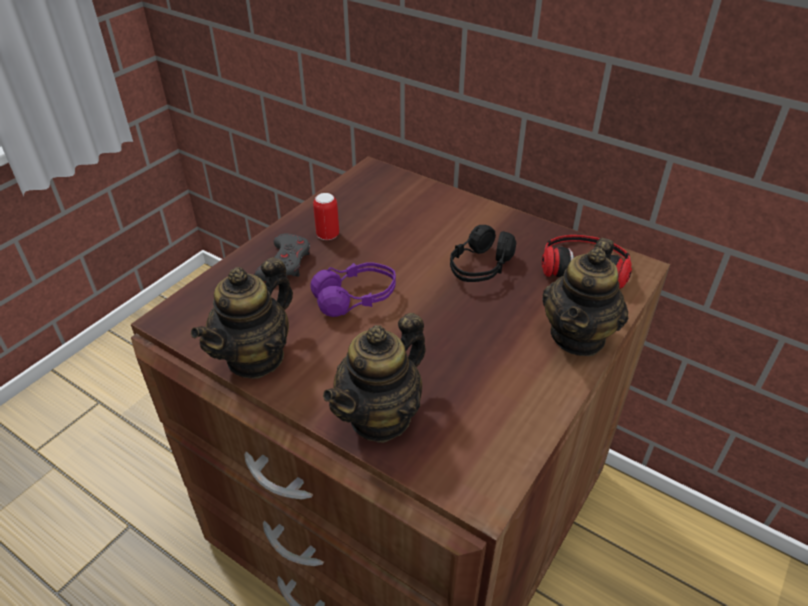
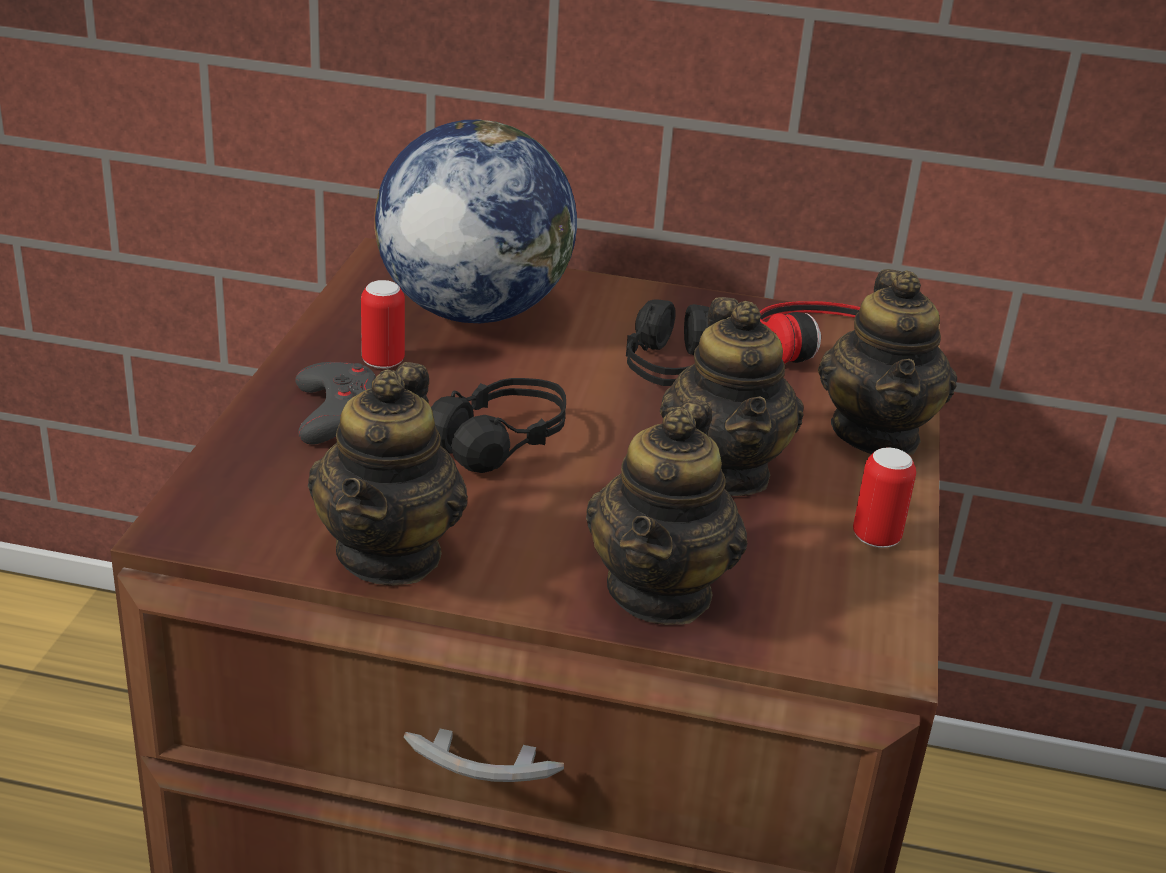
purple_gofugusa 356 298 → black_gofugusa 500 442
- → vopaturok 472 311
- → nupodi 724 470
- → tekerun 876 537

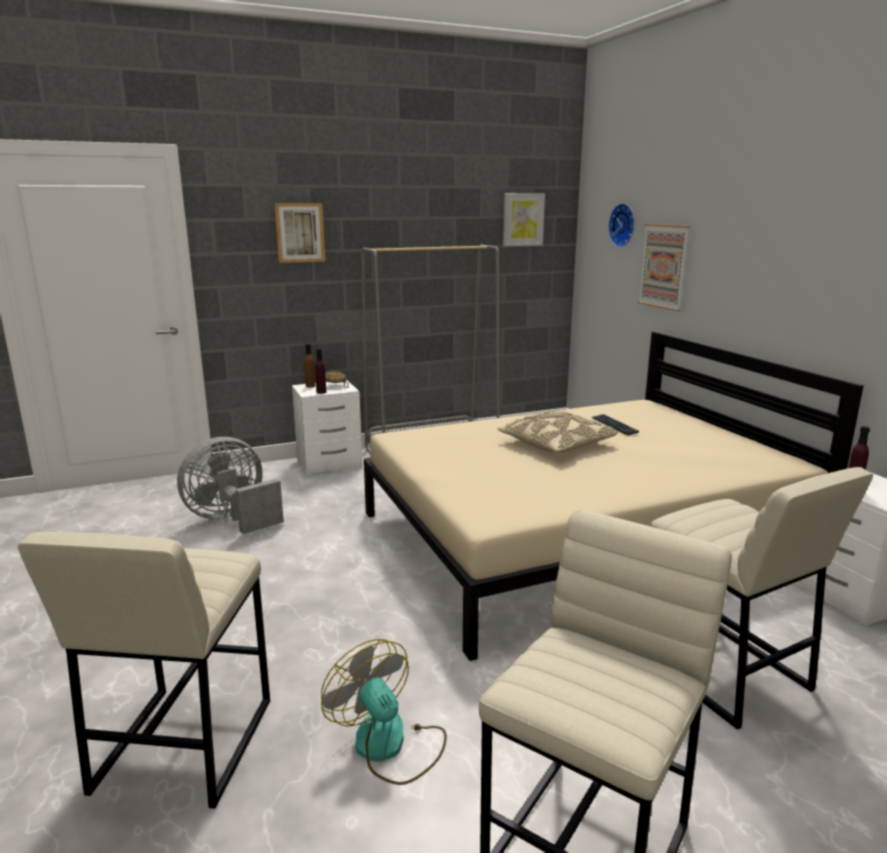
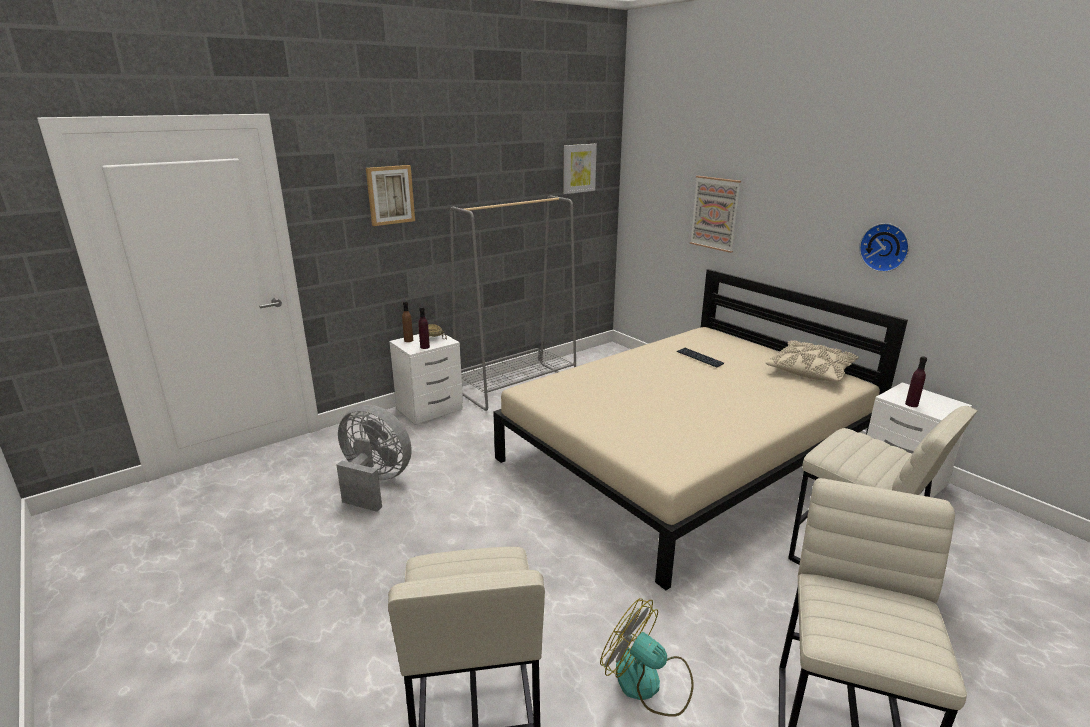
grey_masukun 232 519 → grey_masukun 374 483, 75 degrees clockwise
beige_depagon 556 444 → beige_depagon 810 371, moved
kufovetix 624 225 → kufovetix 885 247, moved

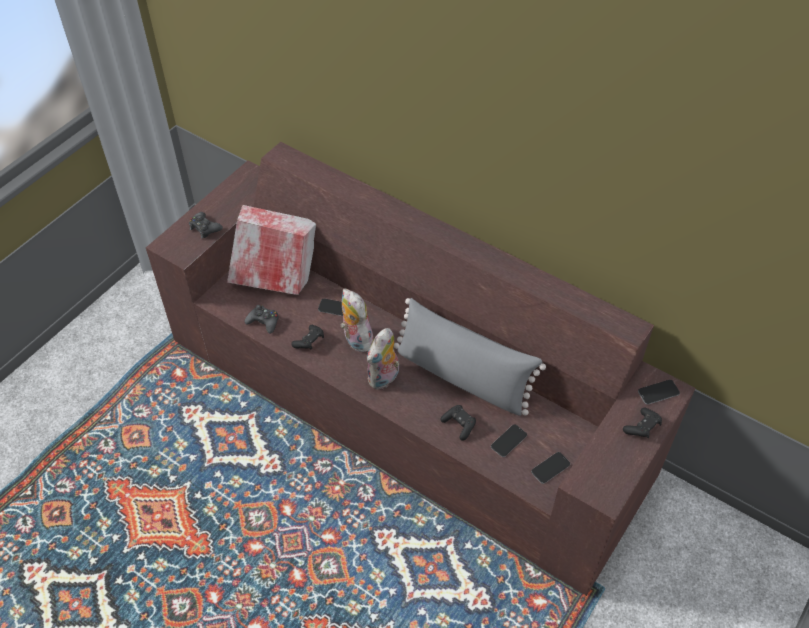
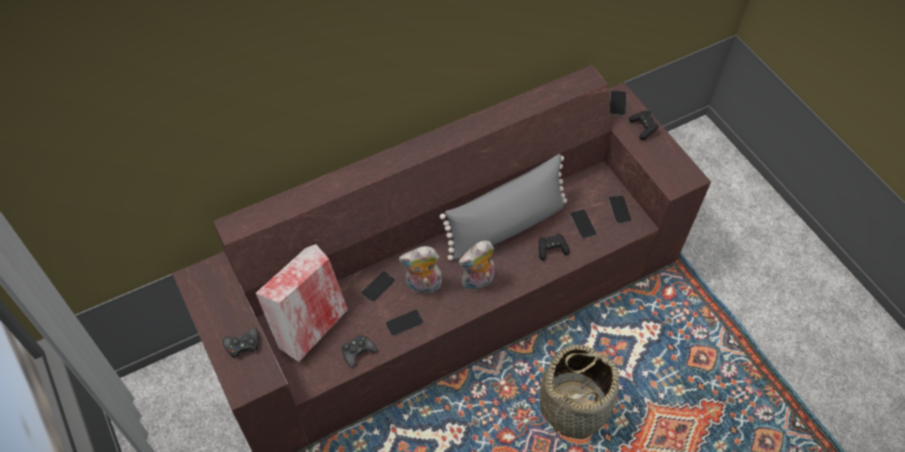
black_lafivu 309 342 → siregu 404 323
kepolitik 384 378 → kepolitik 477 282, 90 degrees clockwise
- → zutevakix 574 405

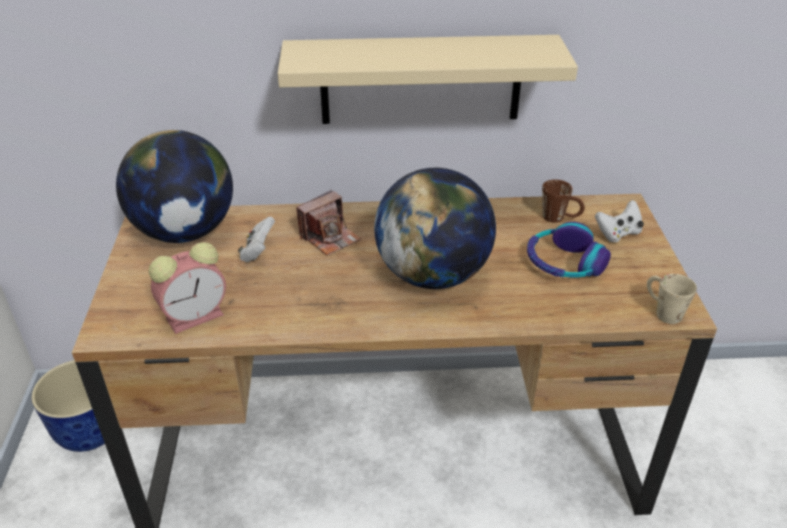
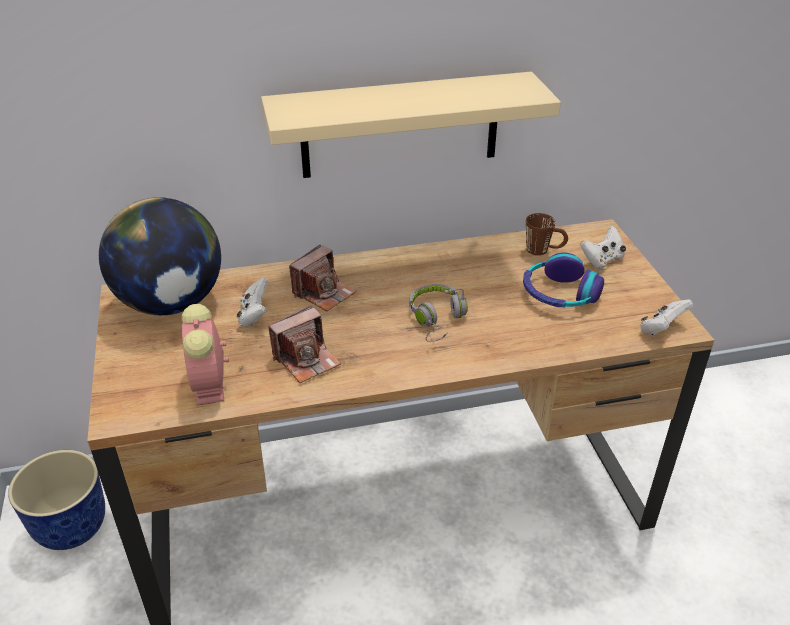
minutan 197 315 → minutan 210 386, 120 degrees clockwise
vopaturok 433 275 → grey_gofugusa 437 319
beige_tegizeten 662 311 → white_lafivu 661 329
- → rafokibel 306 360

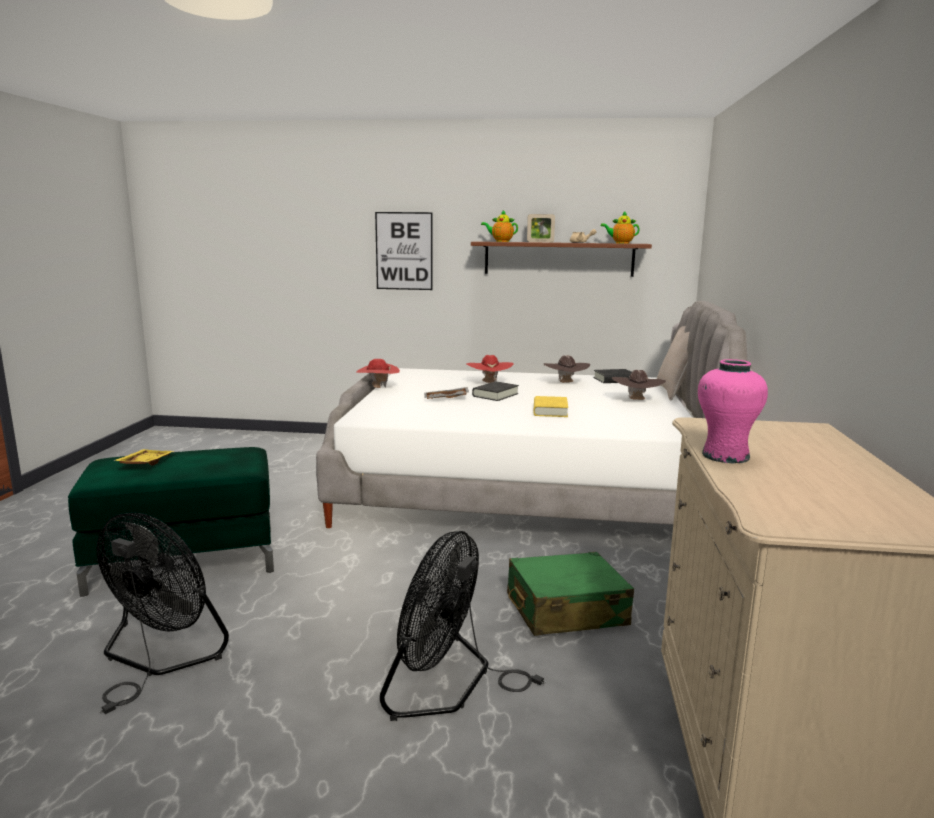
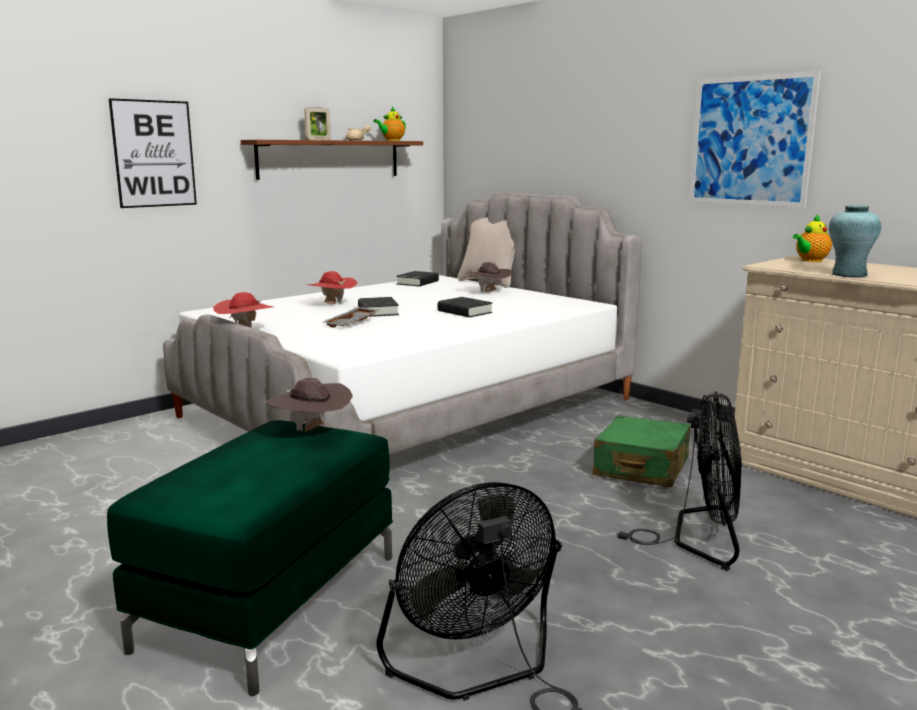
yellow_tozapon 144 463 → -
black_masukun 456 680 → black_masukun 697 535, 135 degrees counterclockwise
nupodi 500 241 → nupodi 810 260, moved
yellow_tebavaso 550 411 → black_tebavaso 465 312
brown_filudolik 565 383 → brown_filudolik 311 431, moved
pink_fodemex 725 456 → turquoise_fodemex 849 275
- → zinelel 750 141

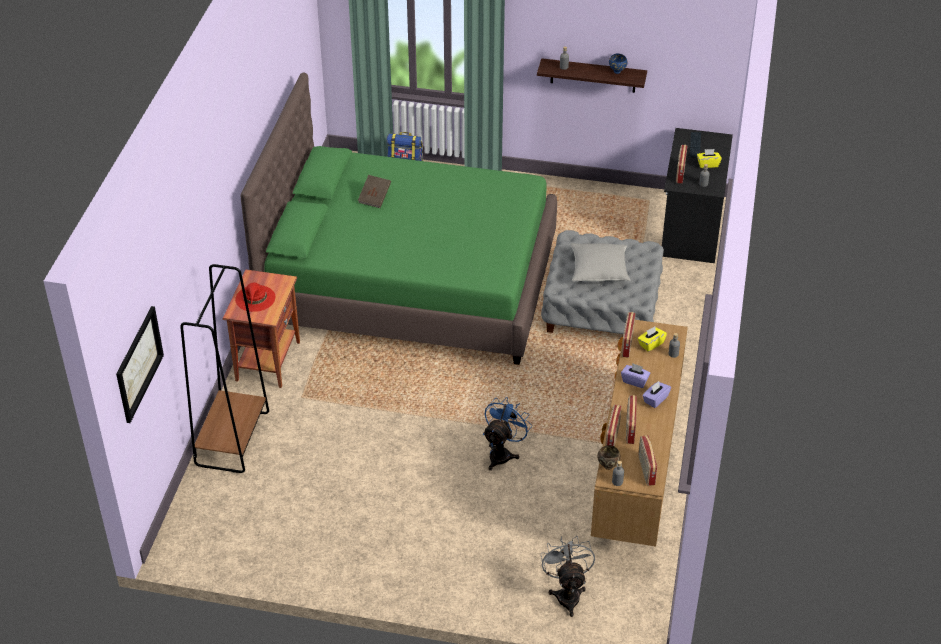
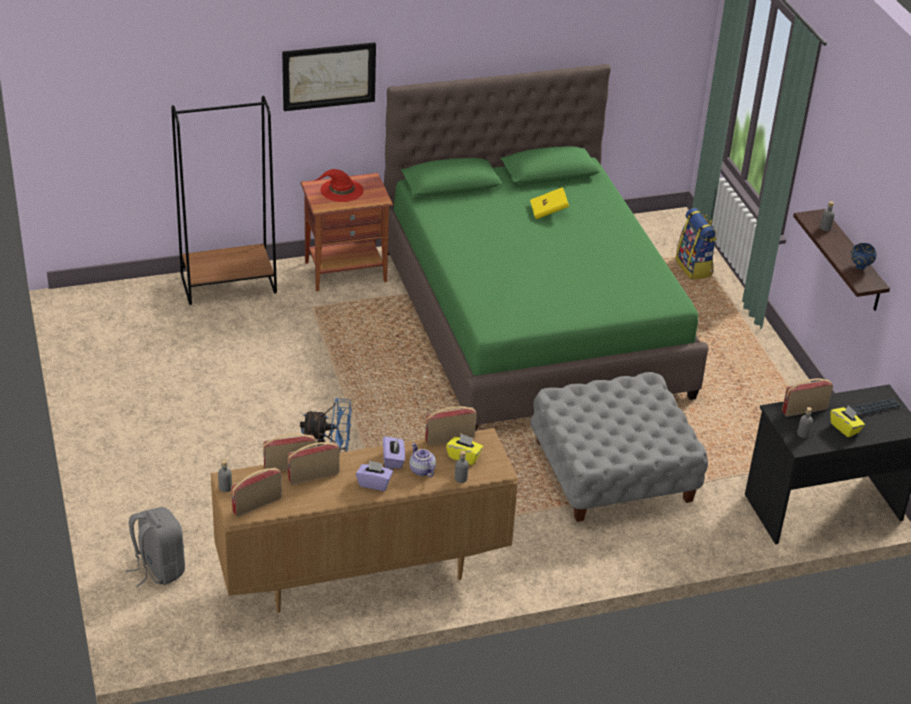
zinelel 138 364 → zinelel 328 76, moved
brown_tebavaso 375 198 → yellow_tebavaso 548 211
grey_masukun 567 593 → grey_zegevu 158 569
grey_depagon 599 270 → -
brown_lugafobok 607 466 → -
- → nupodi 421 470

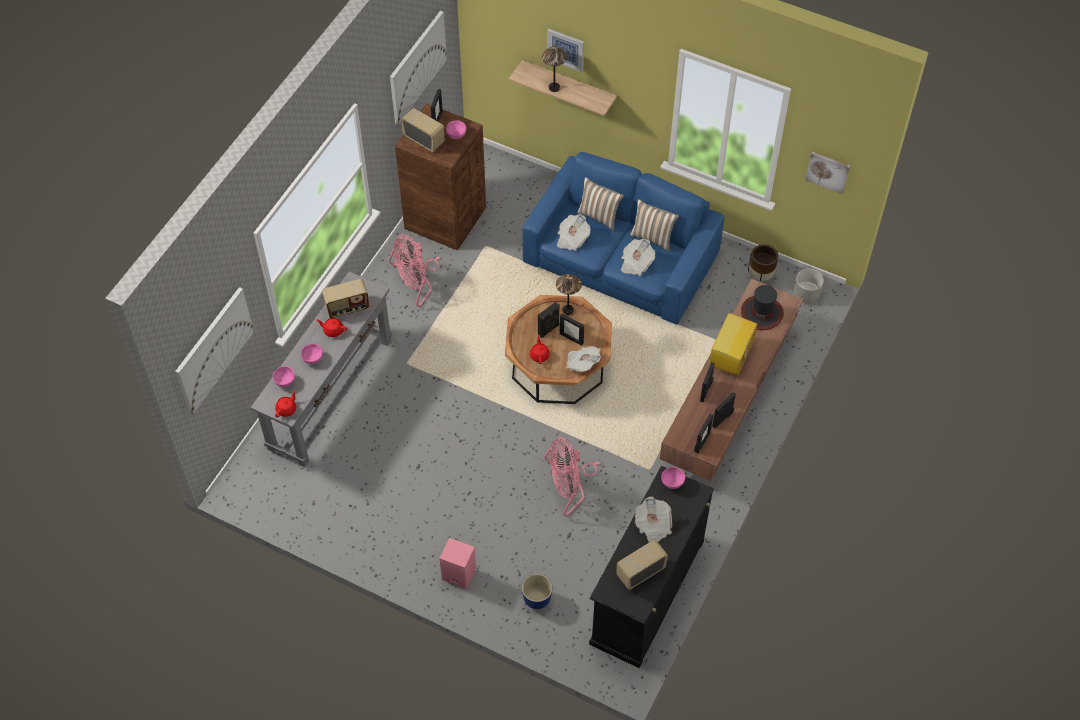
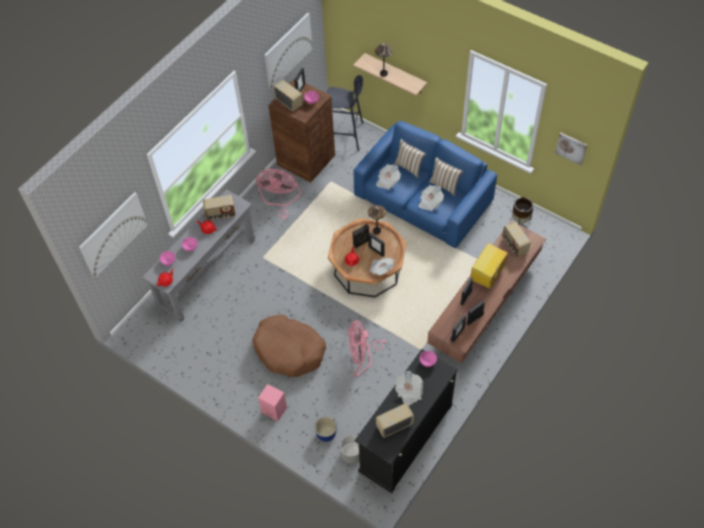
pink_masukun 416 280 → pink_masukun 279 200, 120 degrees clockwise
zinelel 565 49 → -
filudolik 761 312 → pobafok 514 245
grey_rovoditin 806 294 → grey_rovoditin 352 454, moved
- → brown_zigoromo 289 350
- → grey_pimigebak 346 135

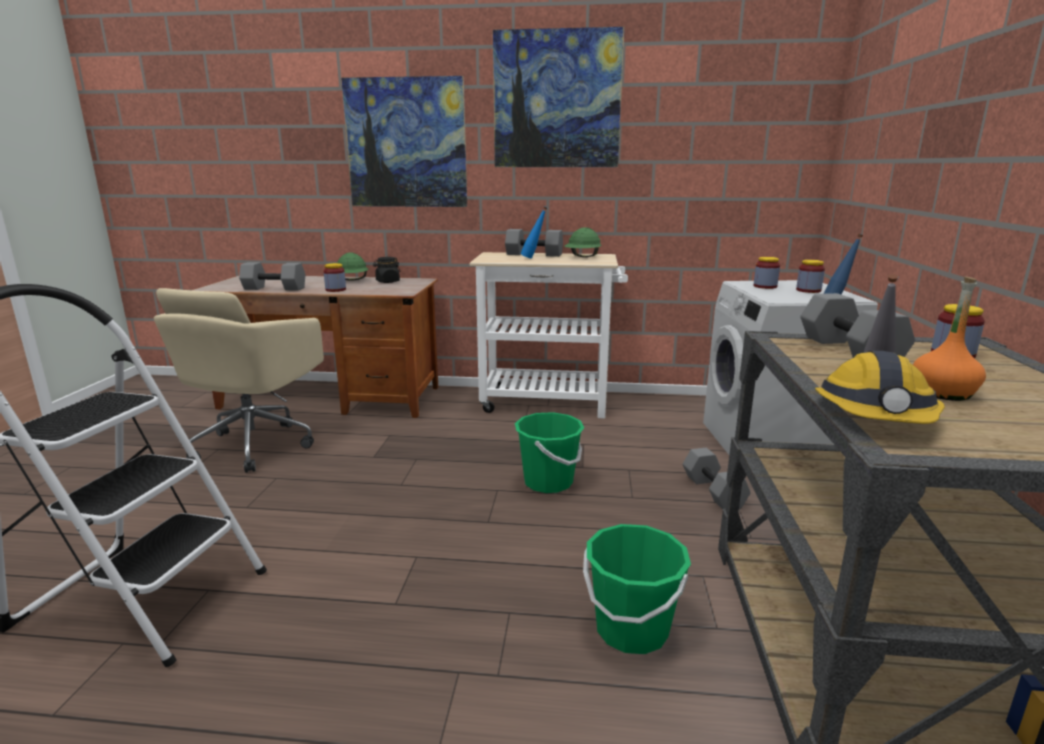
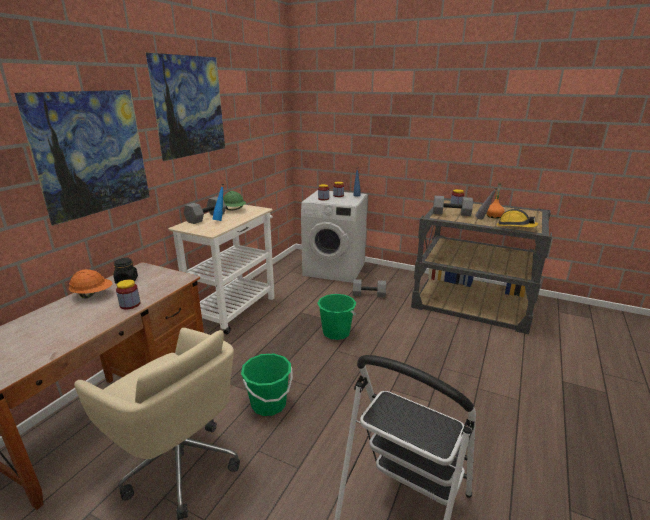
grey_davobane 275 288 → -
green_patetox 352 280 → orange_patetox 93 295
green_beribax 631 629 → green_beribax 269 404, moved

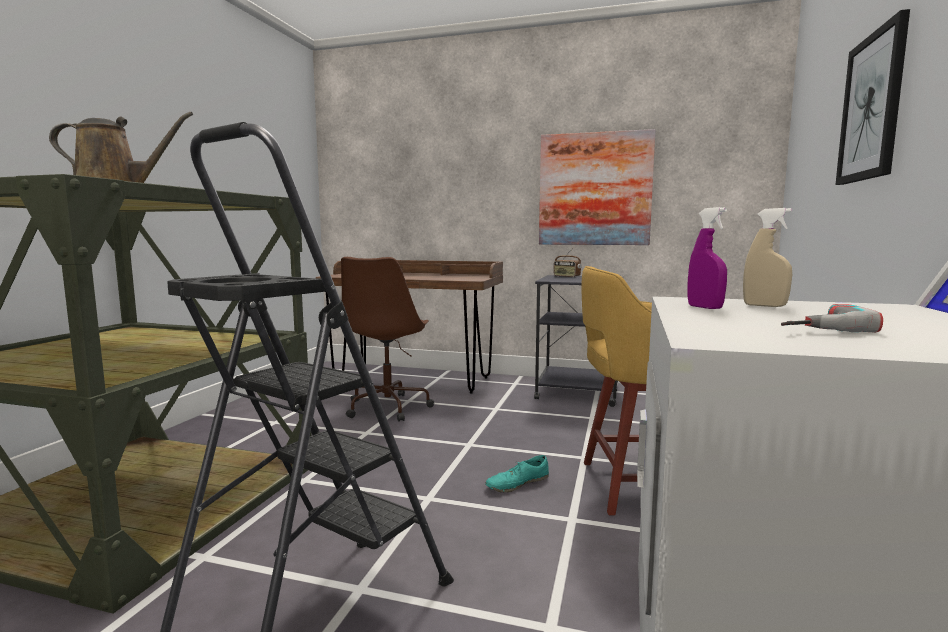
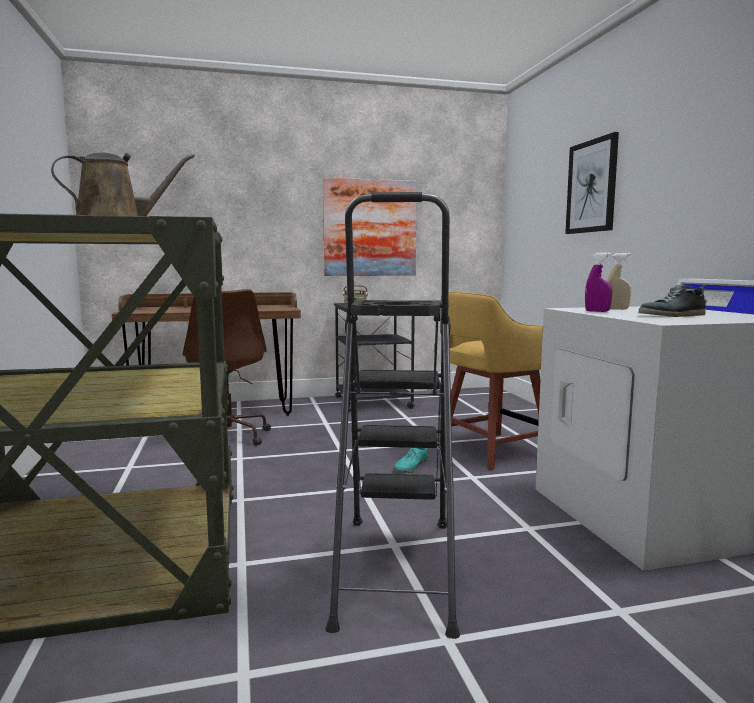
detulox 814 326 → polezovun 673 315

